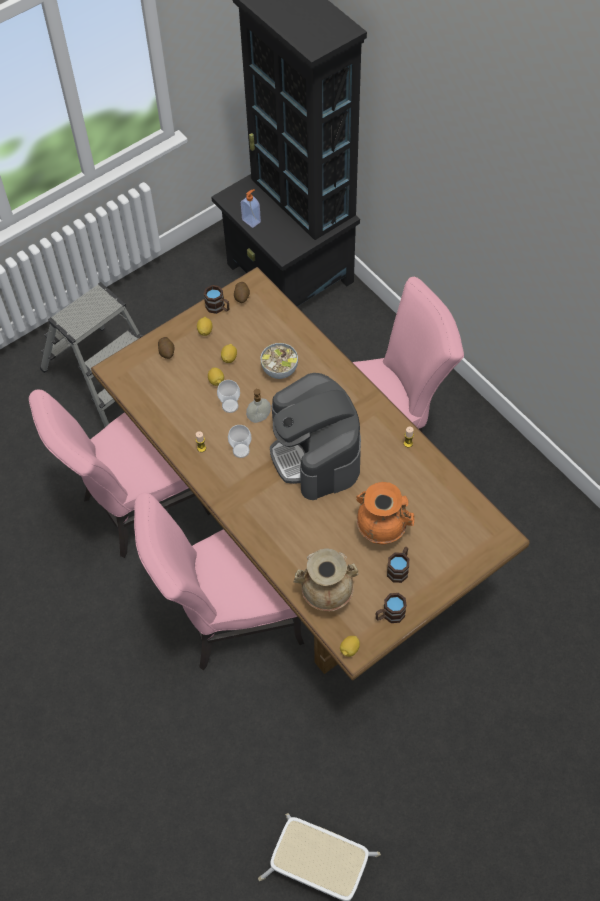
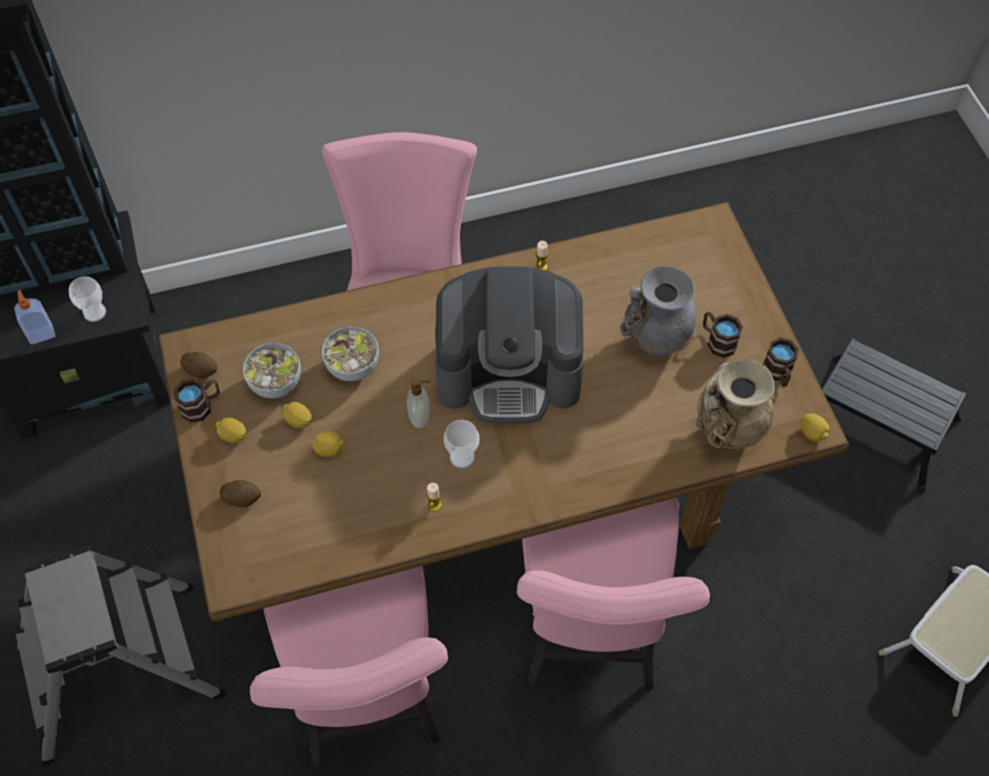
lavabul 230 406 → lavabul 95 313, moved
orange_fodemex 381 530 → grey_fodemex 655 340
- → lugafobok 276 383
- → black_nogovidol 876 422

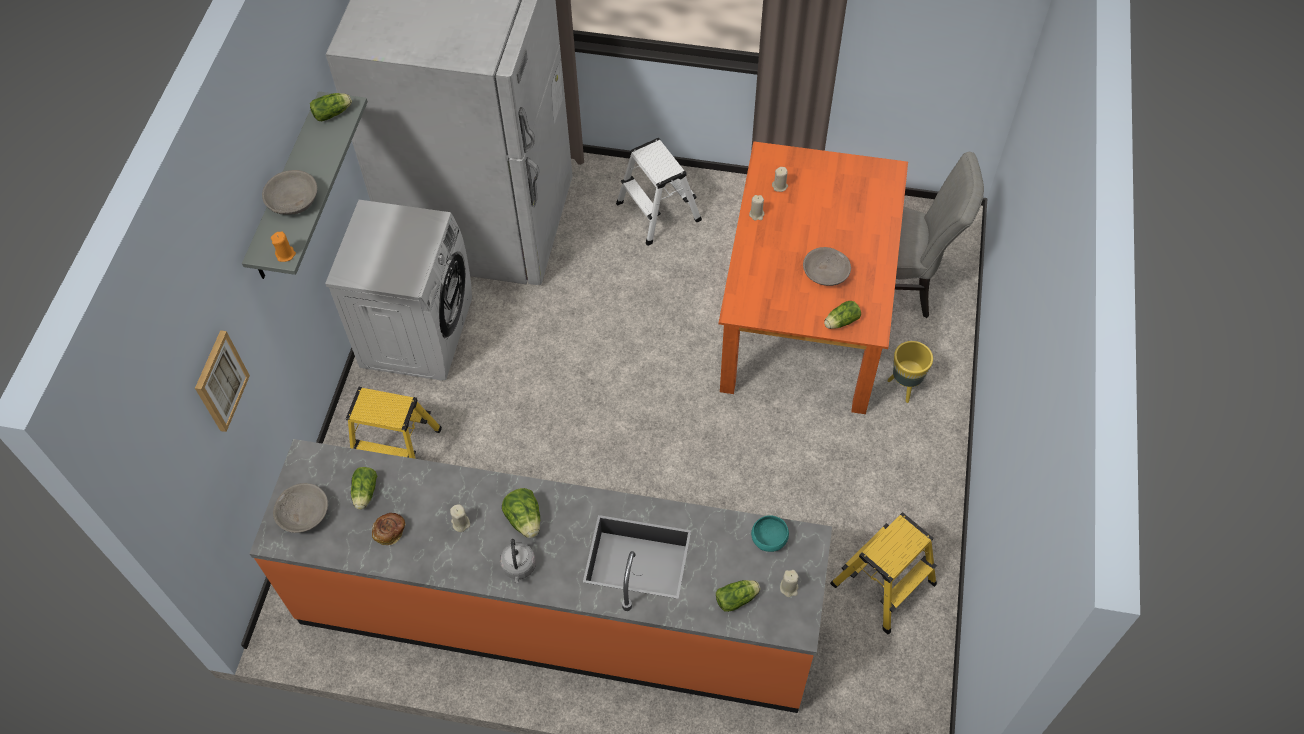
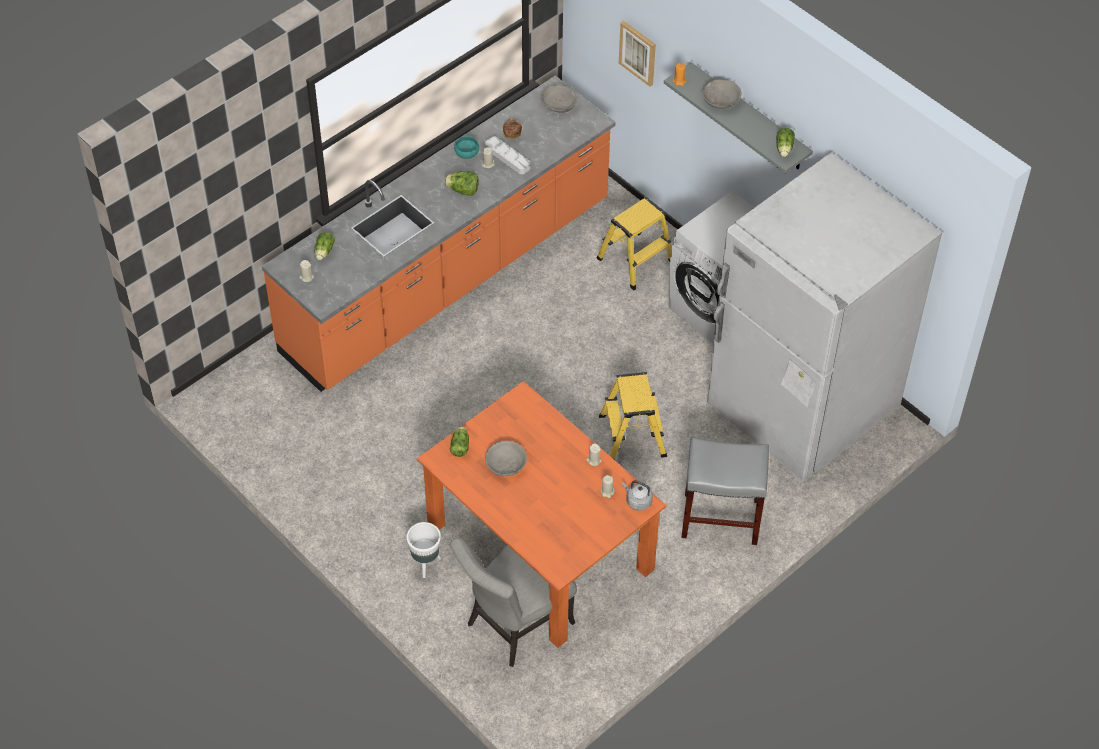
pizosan 365 494 → -
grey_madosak 519 568 → grey_madosak 637 501, moved
white_nogovidol 658 212 → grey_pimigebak 719 518
turquoise_lugafobok 769 540 → turquoise_lugafobok 466 153, moved
yellow_nogovidol 882 584 → yellow_nogovidol 632 435, moved
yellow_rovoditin 905 387 → white_rovoditin 425 564
- → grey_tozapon 507 157

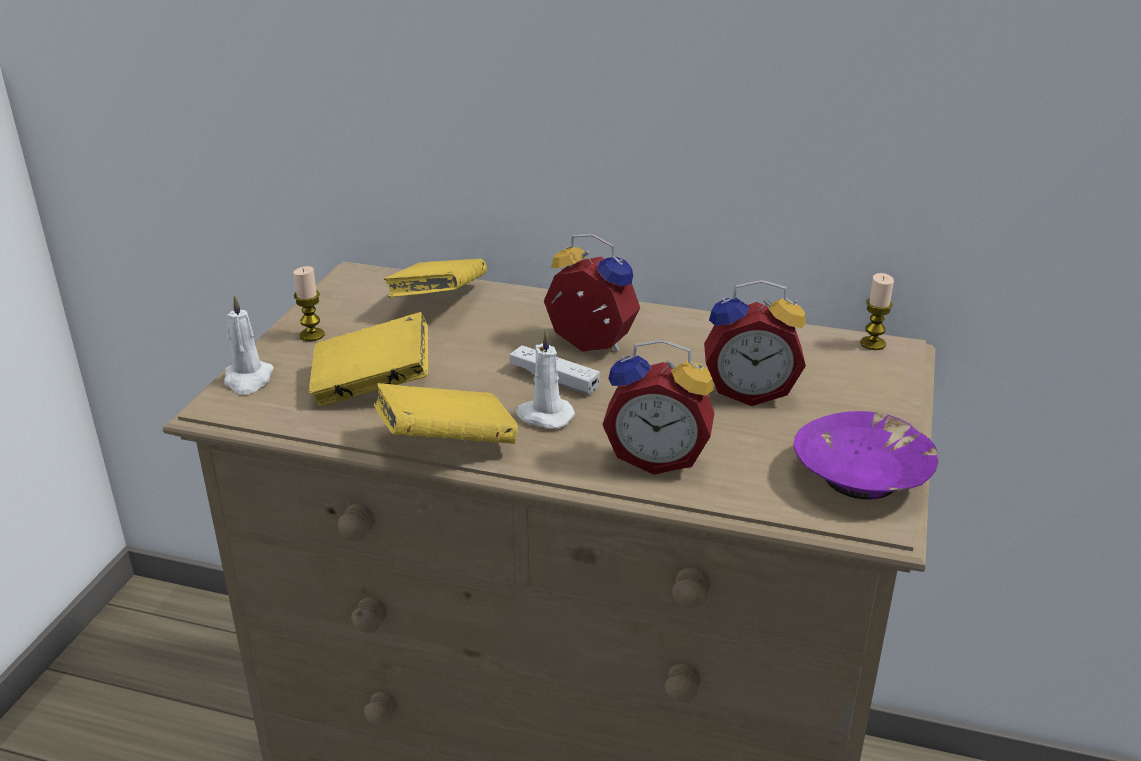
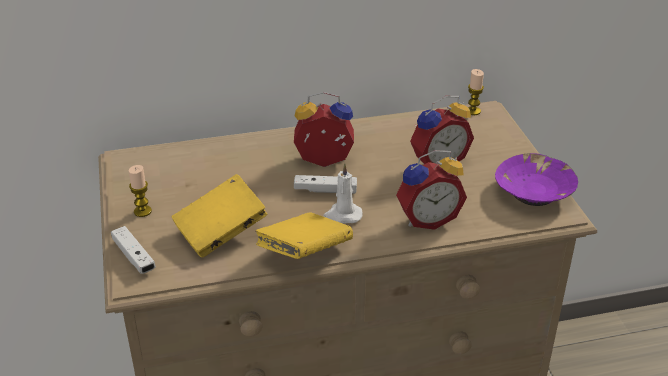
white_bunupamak 248 380 → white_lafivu 134 256
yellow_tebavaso 438 302 → -

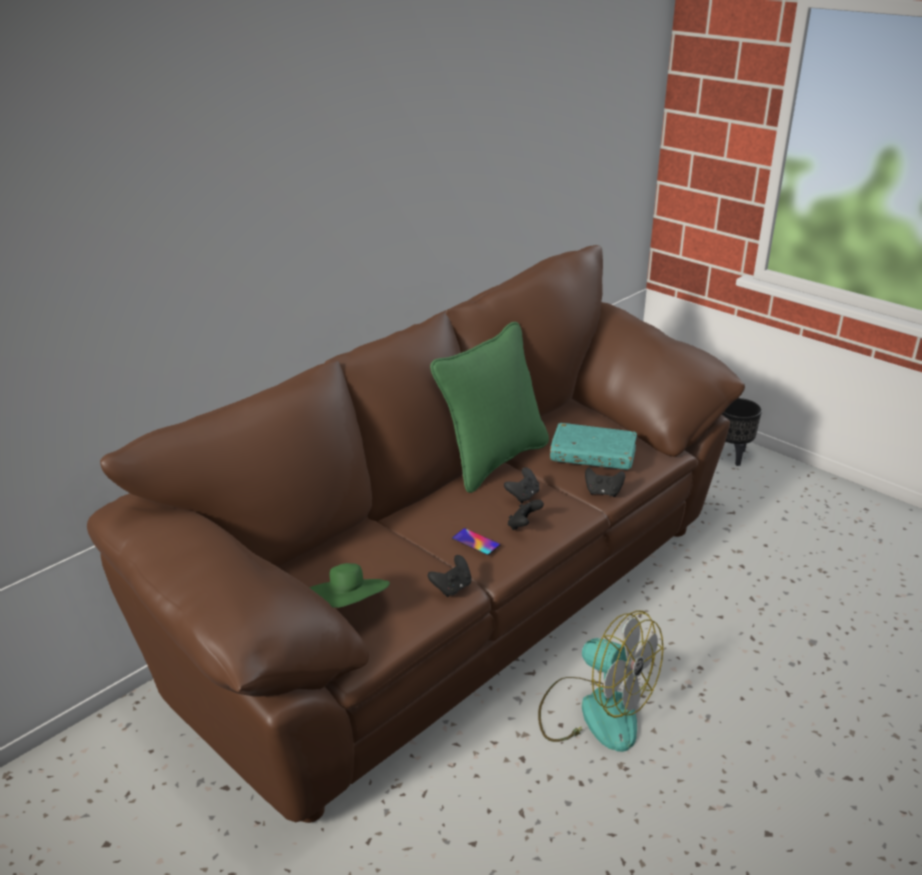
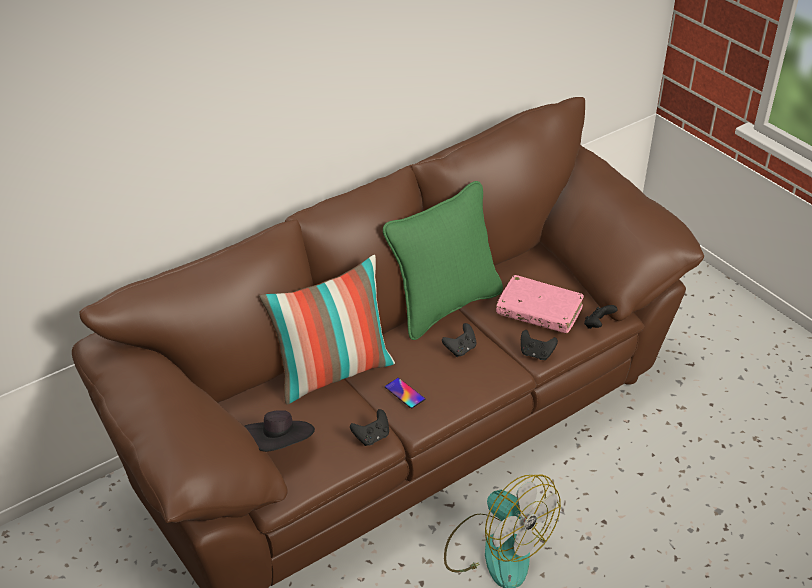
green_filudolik 349 607 → black_filudolik 279 445
black_lafivu 523 525 → black_lafivu 598 325, moved
turquoise_tebavaso 592 455 → pink_tebavaso 539 312
black_rovoditin 732 456 → -
- → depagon 333 372

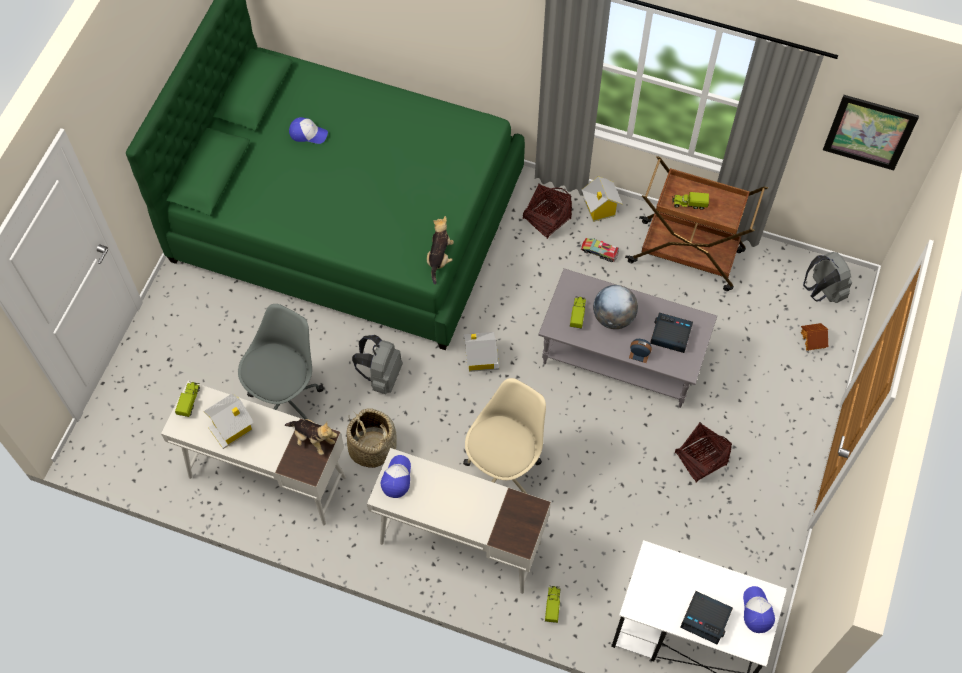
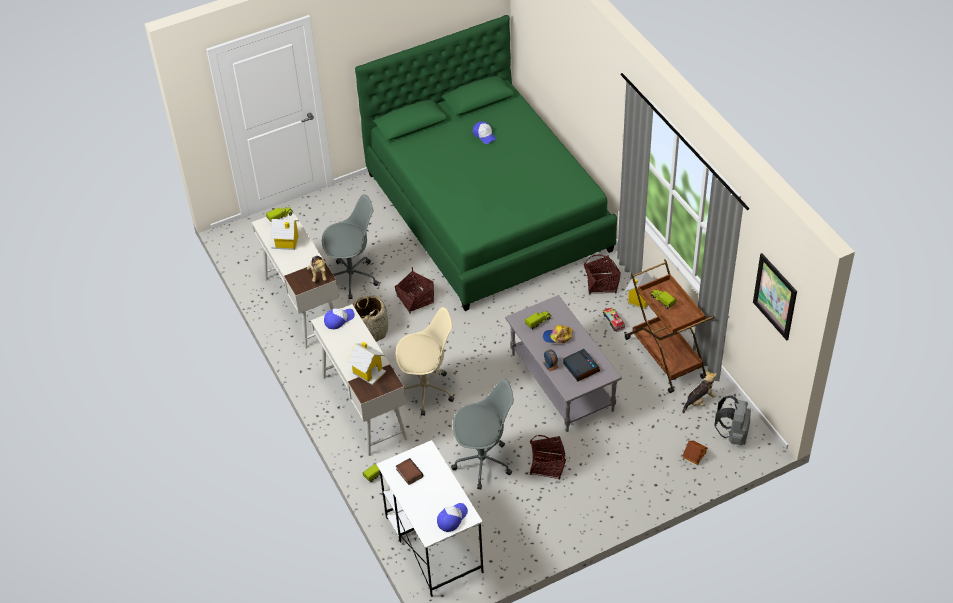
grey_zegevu 381 376 → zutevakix 415 300
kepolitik 439 258 → kepolitik 699 401, moved
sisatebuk 481 359 → sisatebuk 368 371, moved
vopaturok 613 317 → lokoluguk 557 337
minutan 706 618 → -
- → tebavaso 408 473
- → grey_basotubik 484 463

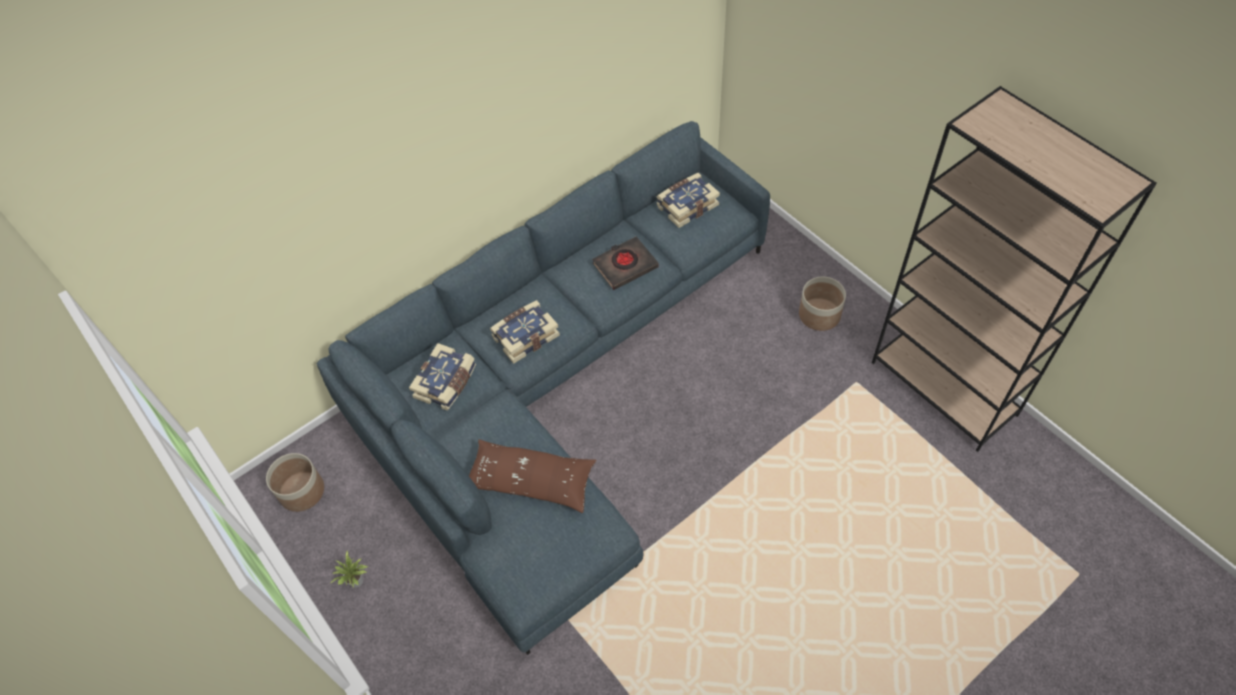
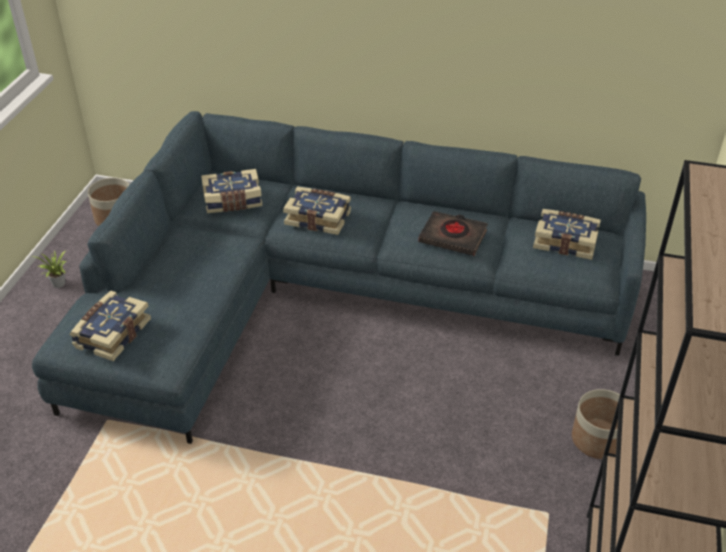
brown_depagon 531 481 → -
- → tebavaso 111 334

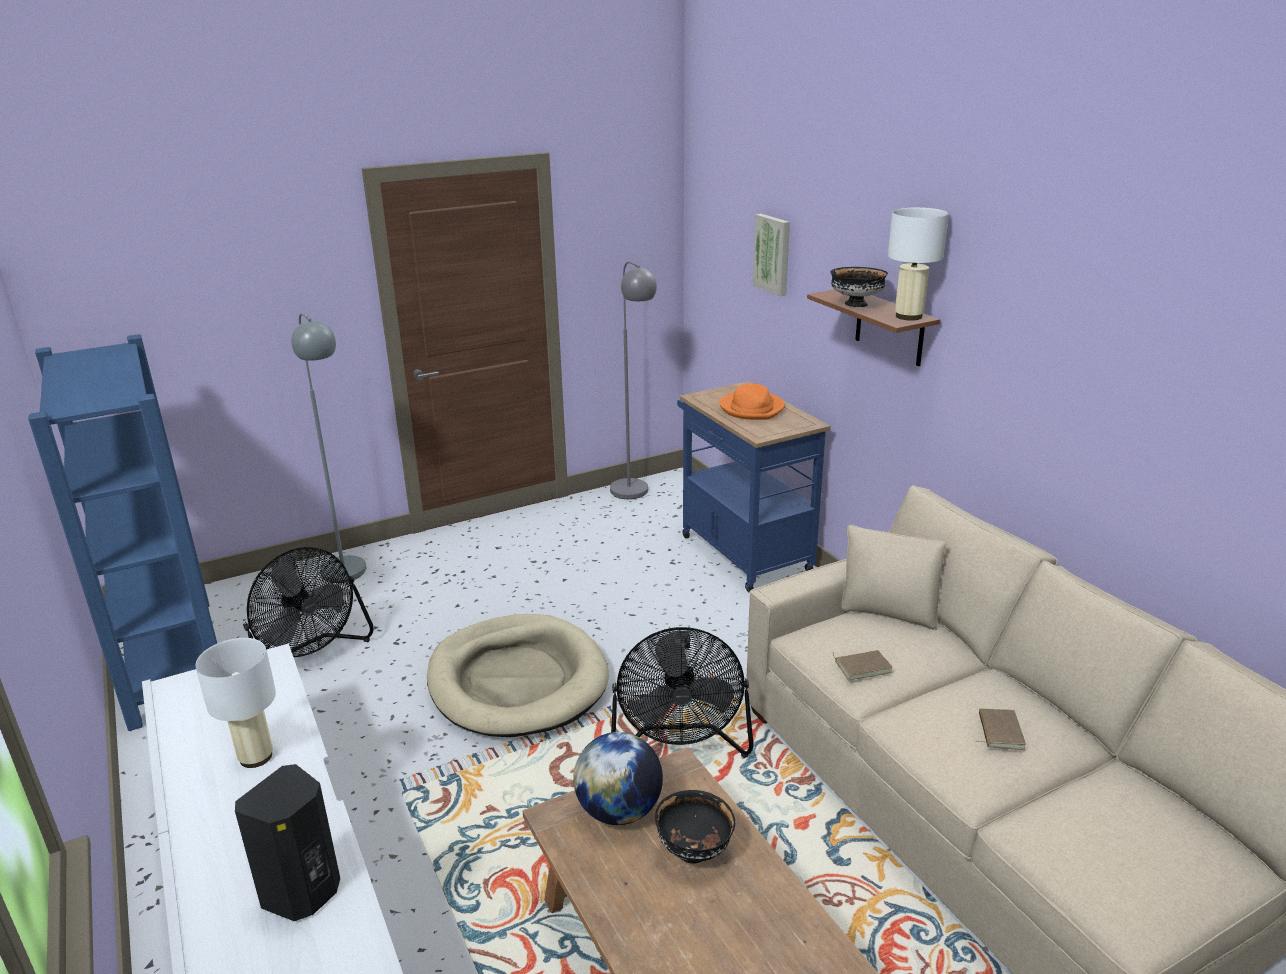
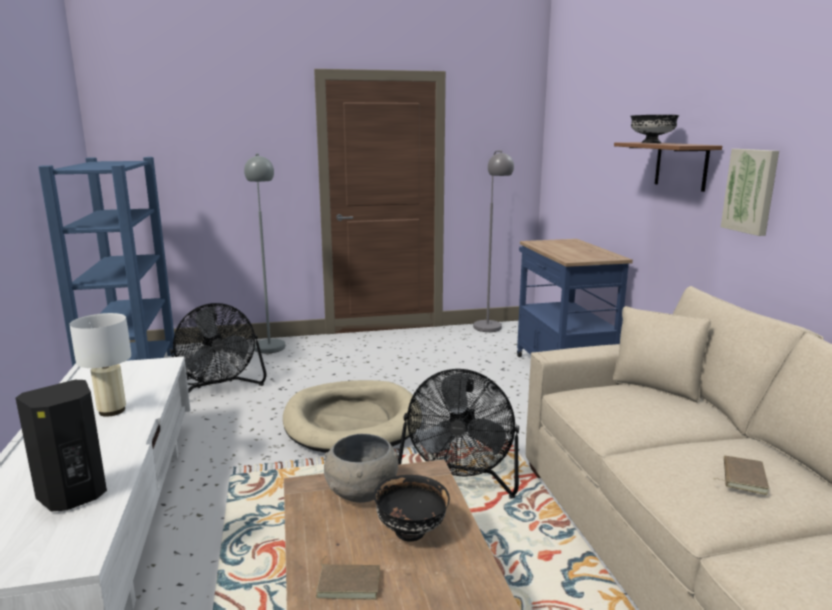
vopaturok 619 811 → grey_lugafobok 361 492
orange_filudolik 752 408 → -
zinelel 773 254 → zinelel 751 191, moved
brown_tebavaso 862 666 → brown_tebavaso 349 583, moved
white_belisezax 908 316 → -

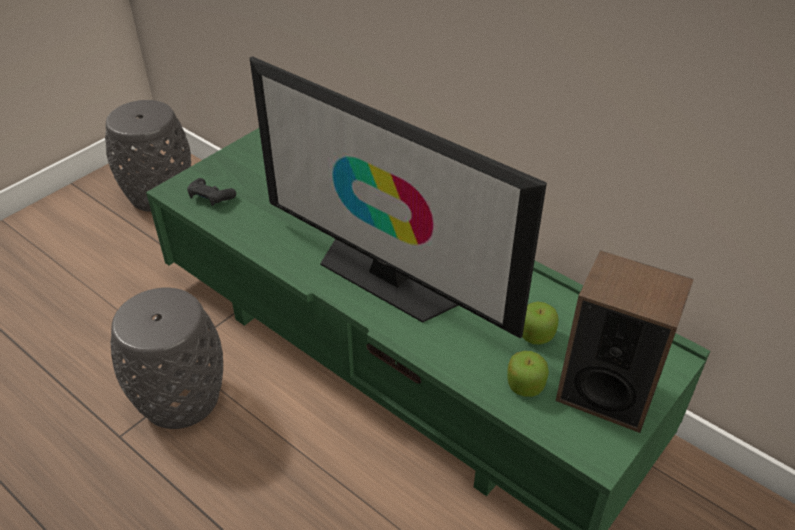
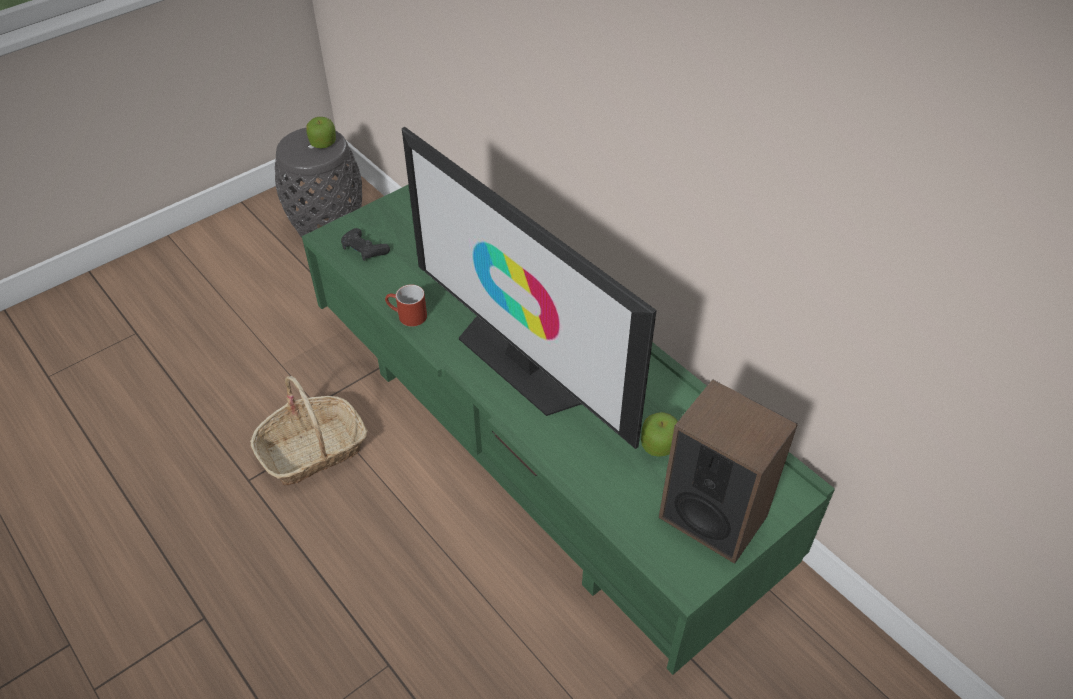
grey_pimigebak 181 398 → zutevakix 313 450
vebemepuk 525 385 → vebemepuk 323 143, moved
- → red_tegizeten 407 316

